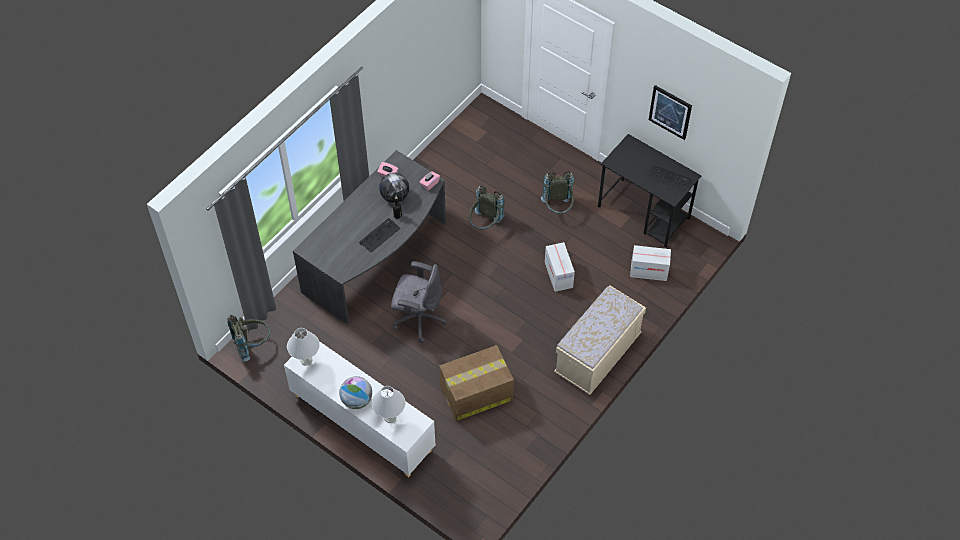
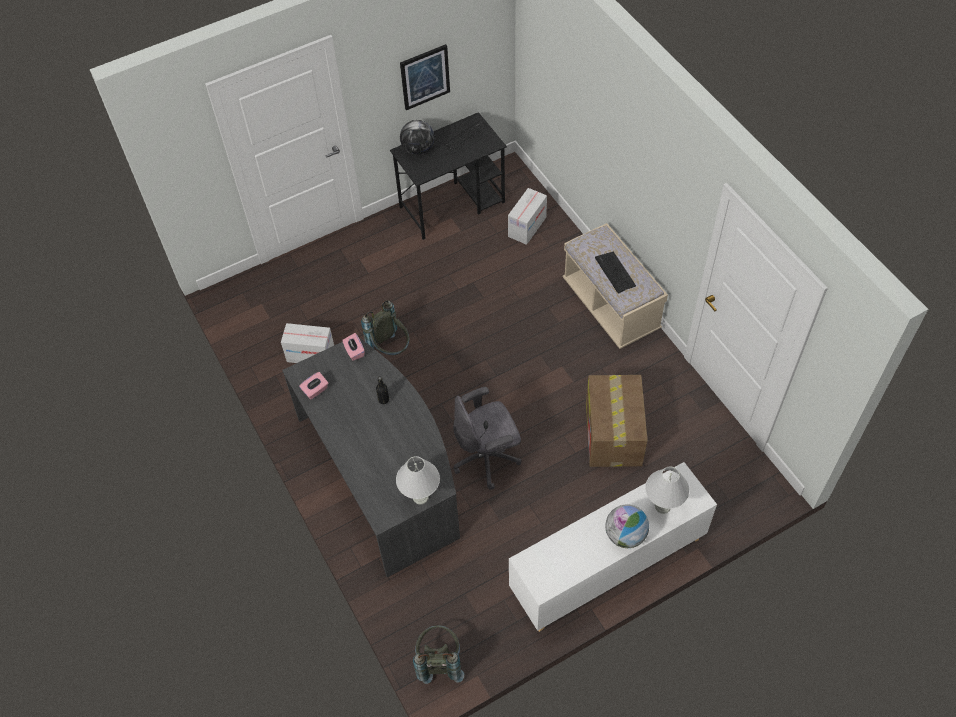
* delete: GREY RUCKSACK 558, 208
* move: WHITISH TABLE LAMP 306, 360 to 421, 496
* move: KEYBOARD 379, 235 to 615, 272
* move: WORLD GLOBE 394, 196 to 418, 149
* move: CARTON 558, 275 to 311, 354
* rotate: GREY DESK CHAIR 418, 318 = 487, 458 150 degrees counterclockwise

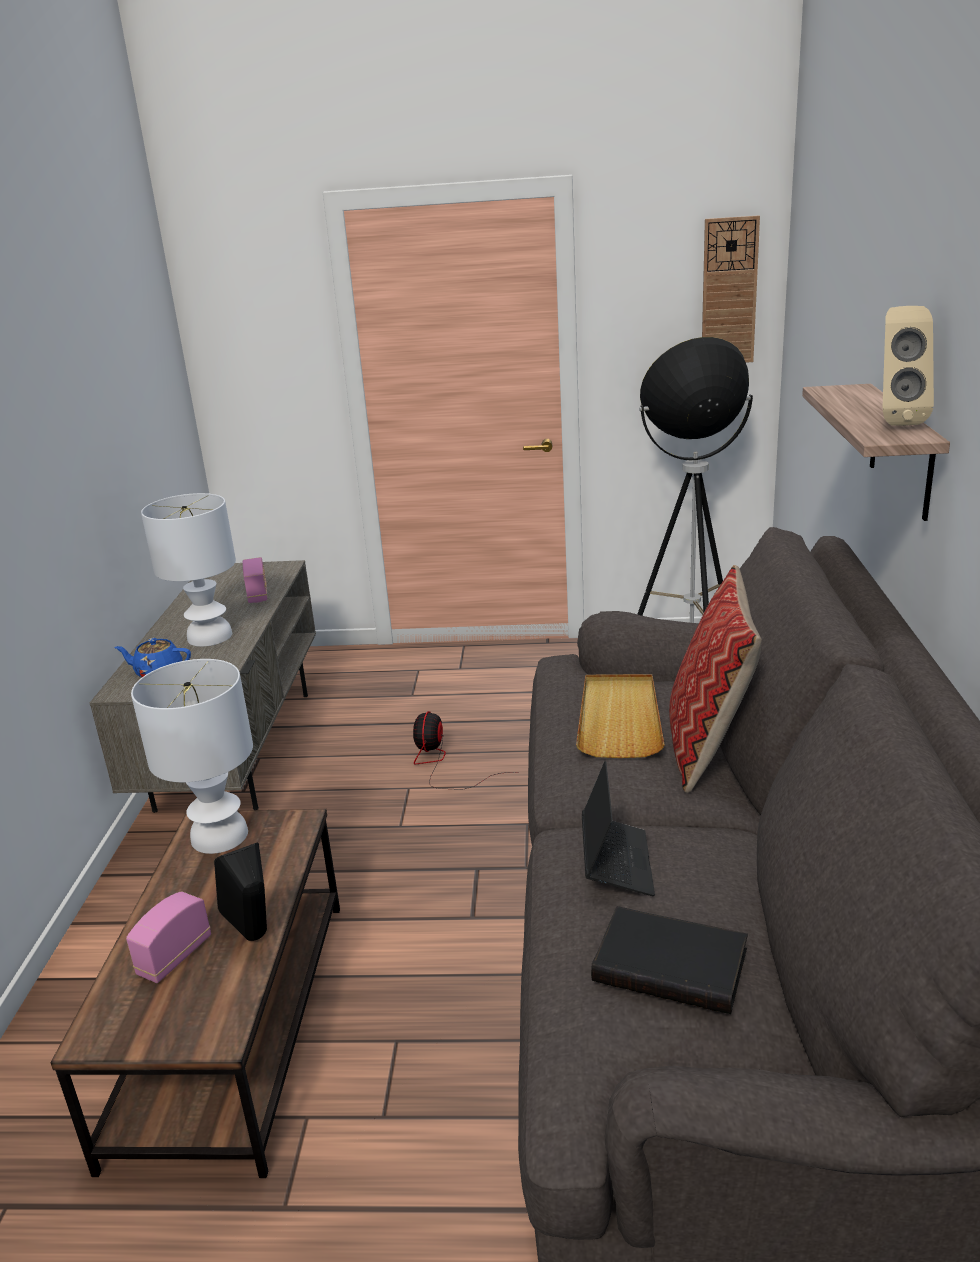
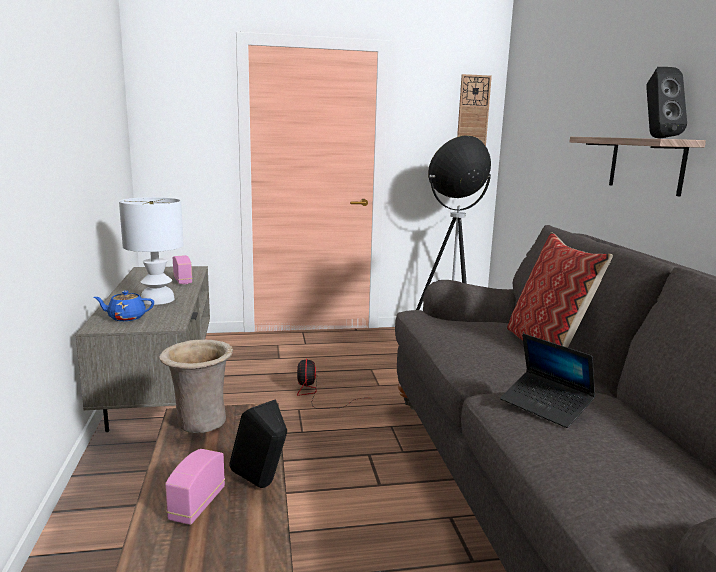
* delete: BEIGE SERVING TRAY 619, 718
* delete: BLACK-COLOURED VOLUME 672, 963
* replace: WHITISH TABLE LAMP 218, 836 to BEIGE FLOWER VASE 199, 422
* recolor: BEIGE AUDIO SPEAKER 896, 422 to BLACK-COLOURED AUDIO SPEAKER 657, 138
* rotate: LAPTOP 616, 863 = 545, 406 150 degrees clockwise

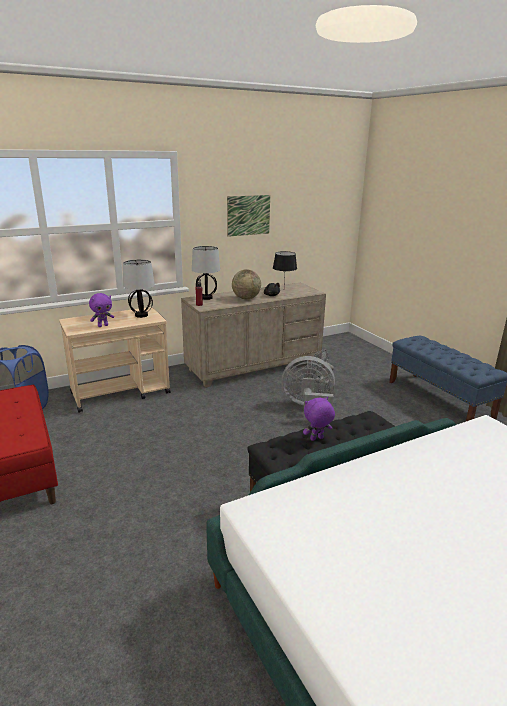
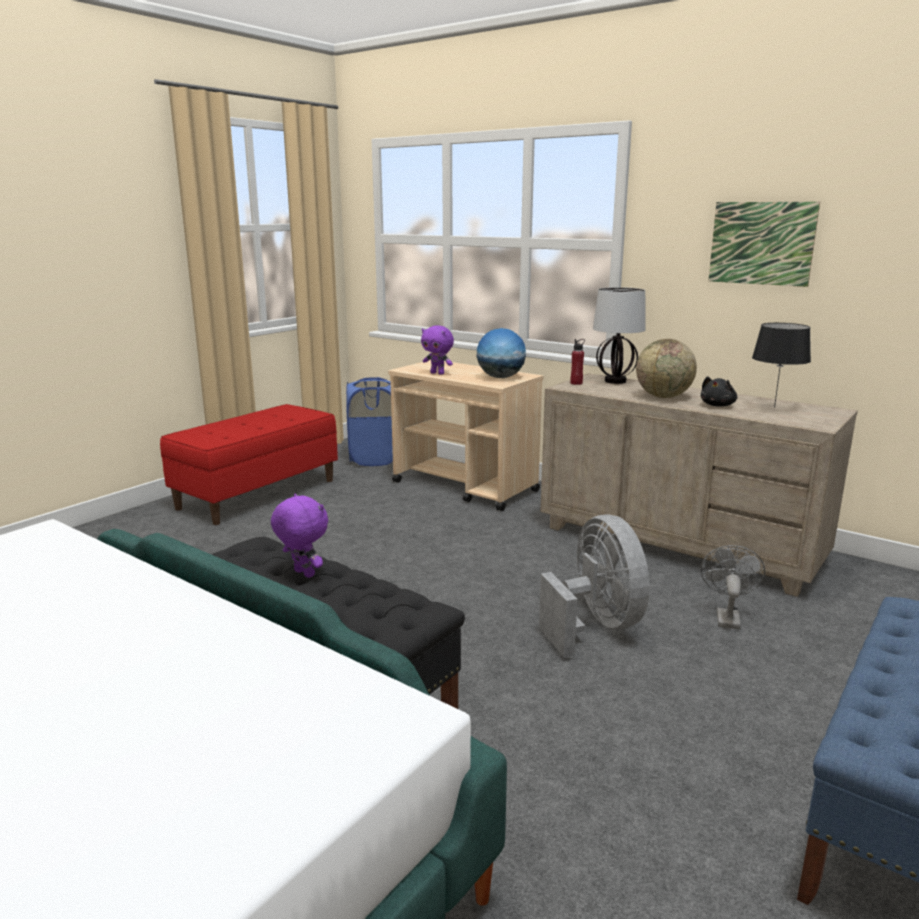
* replace: TABLE LAMP 141, 315 to WORLD GLOBE 500, 377

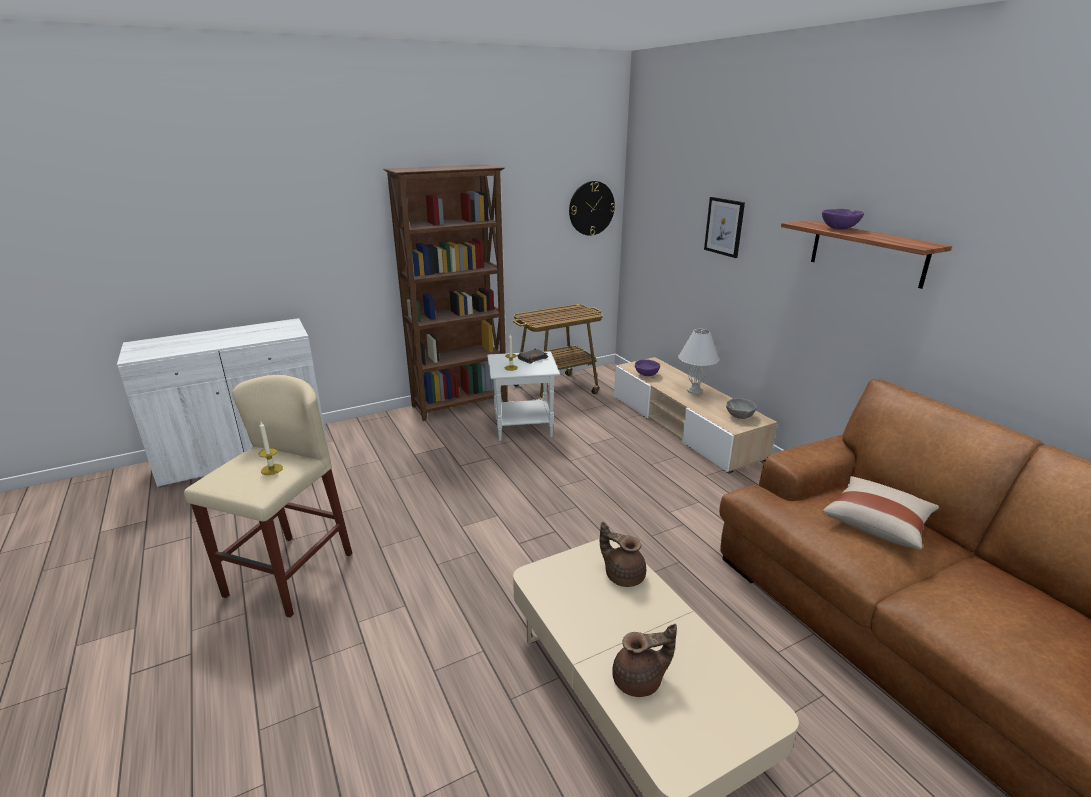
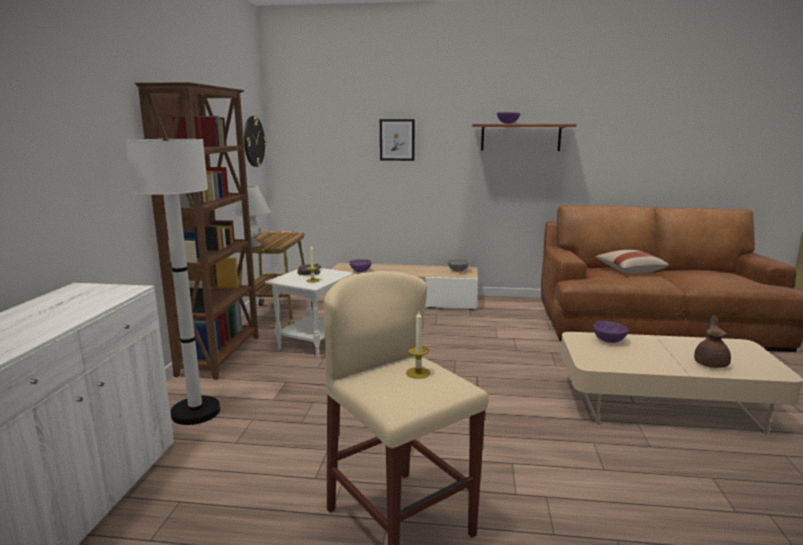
* insert: WHITISH FLOOR LAMP 196, 412
* move: WHITISH TABLE LAMP 695, 391 to 254, 245
* replace: BROWN-COLOURED TEAPOT 623, 575 to PURPLISH SERVING BOWL 608, 341

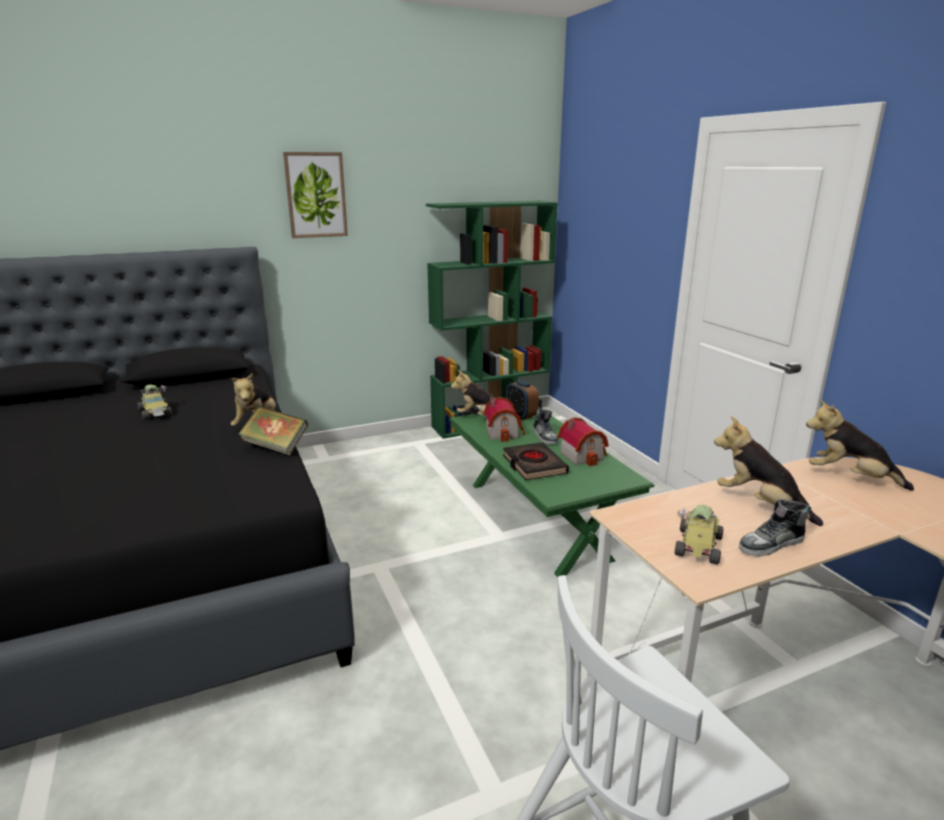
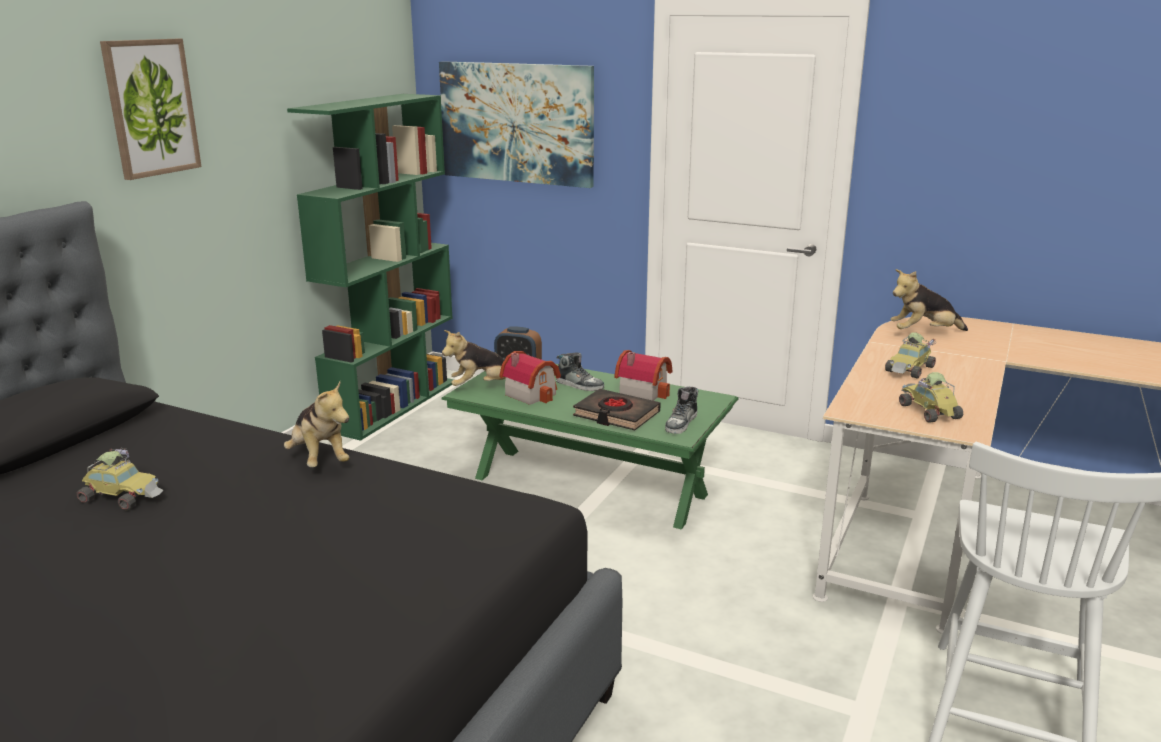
* delete: VOLUME 275, 447
* insert: WALL PICTURE 516, 123
* move: SHOE 771, 545 to 681, 423
* replace: PLUSH TOY 759, 504 to MODEL CAR 910, 370

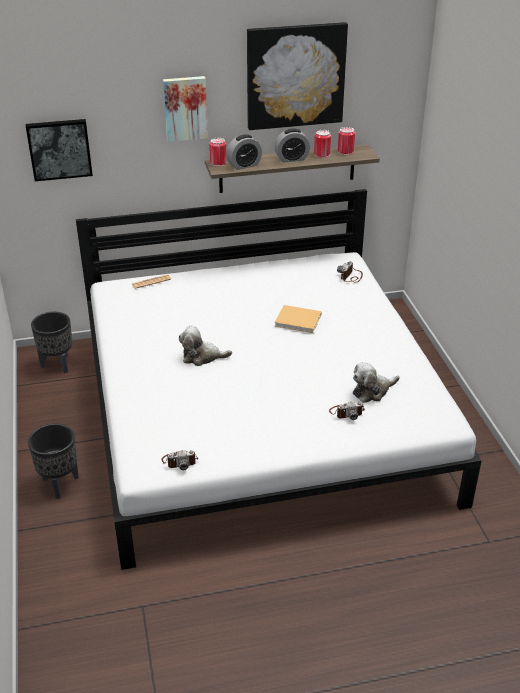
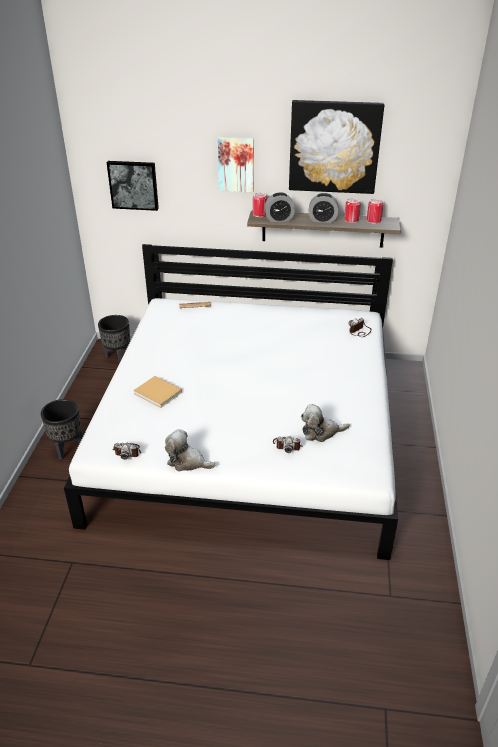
* move: PLUSH TOY 202, 357 to 187, 462
* move: BEIGE VOLUME 299, 321 to 158, 393

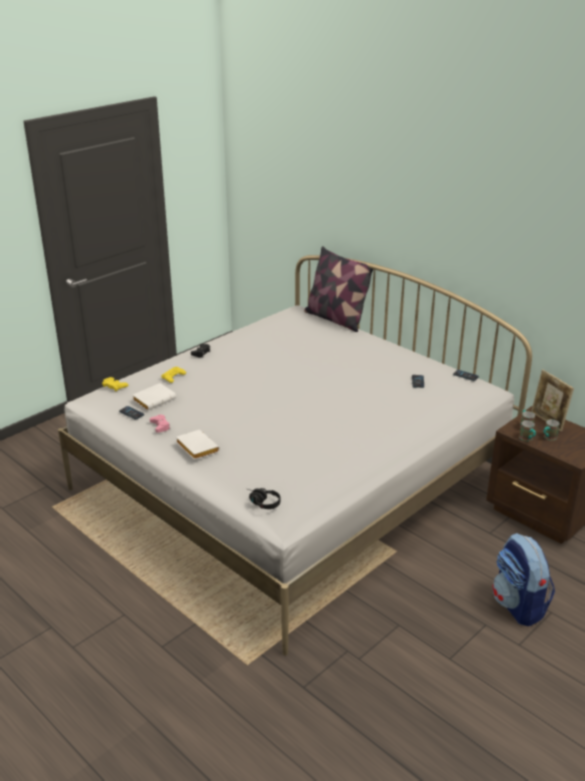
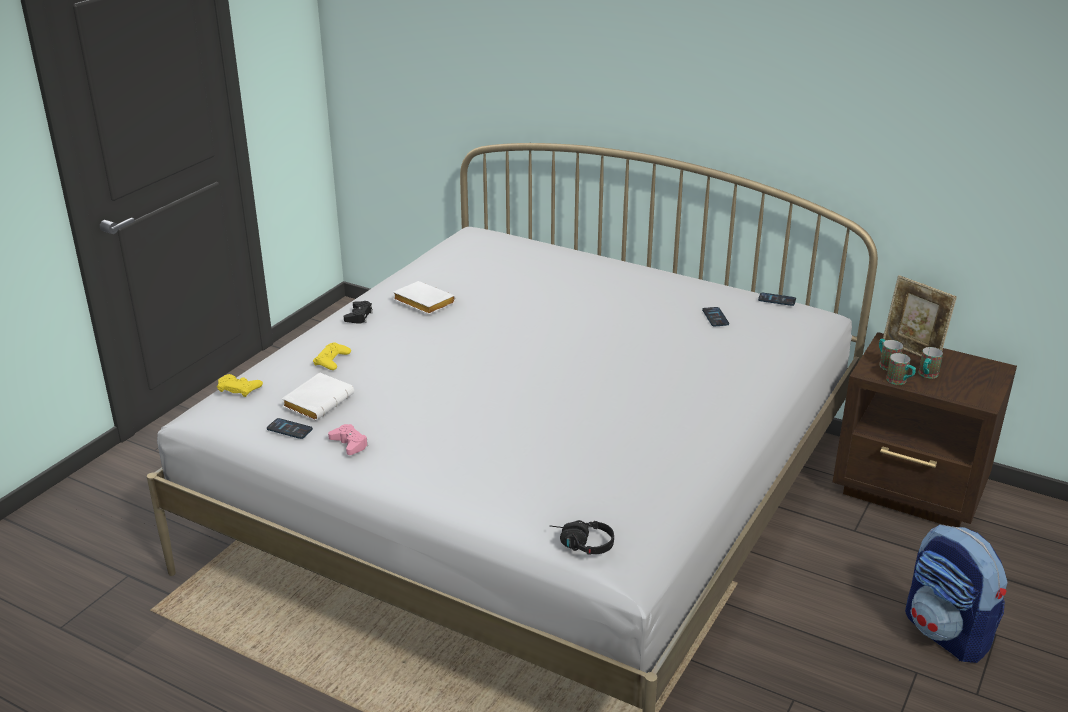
* delete: CUSHION 336, 319
* move: WHITISH VOLUME 195, 448 to 421, 303

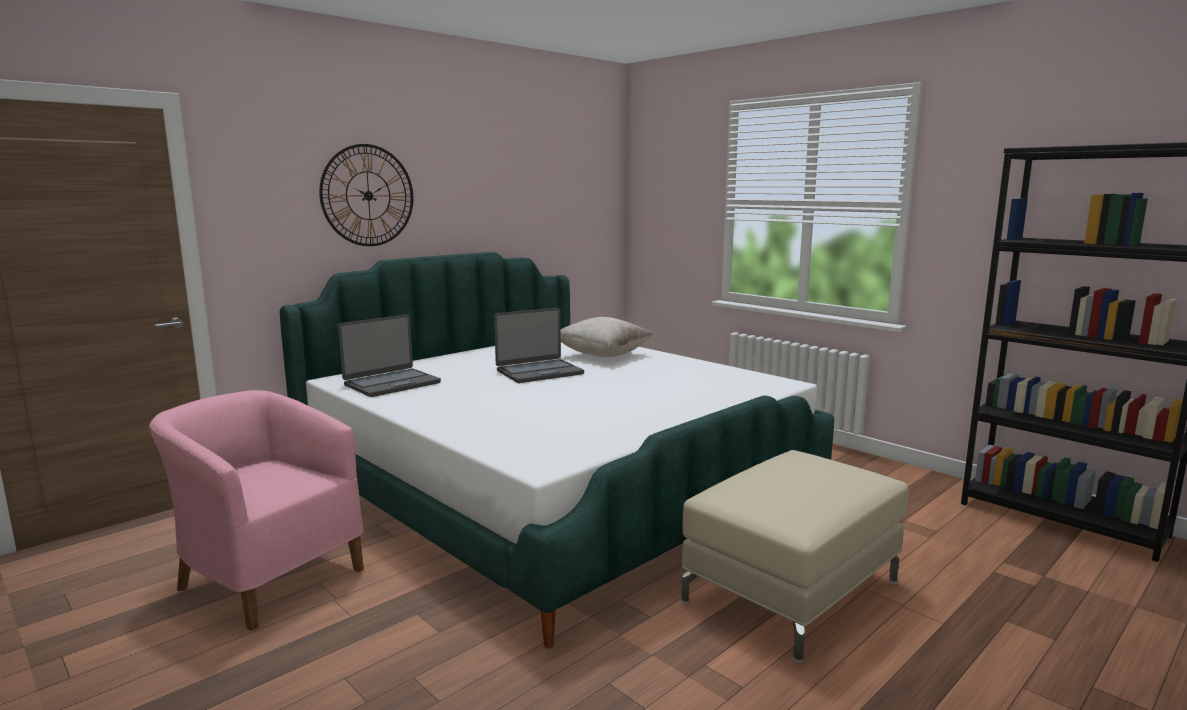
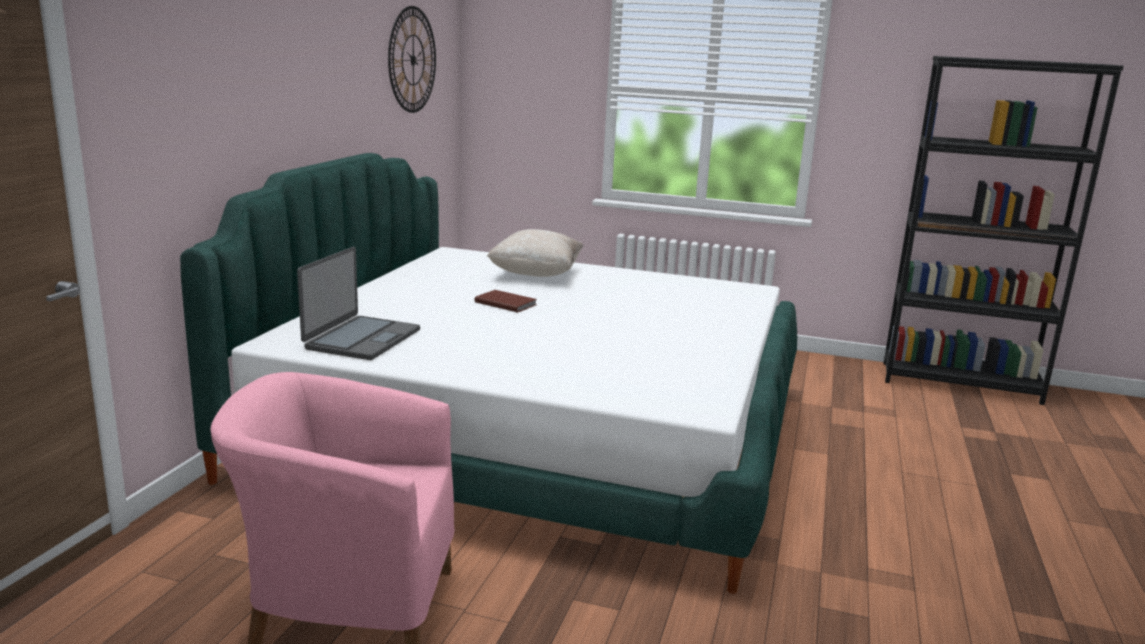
* delete: BEIGE FOOTREST 790, 590
* move: HANGING CLOCK 368, 195 to 412, 60
* replace: LAPTOP 539, 372 to BROWN-COLOURED VOLUME 505, 303

